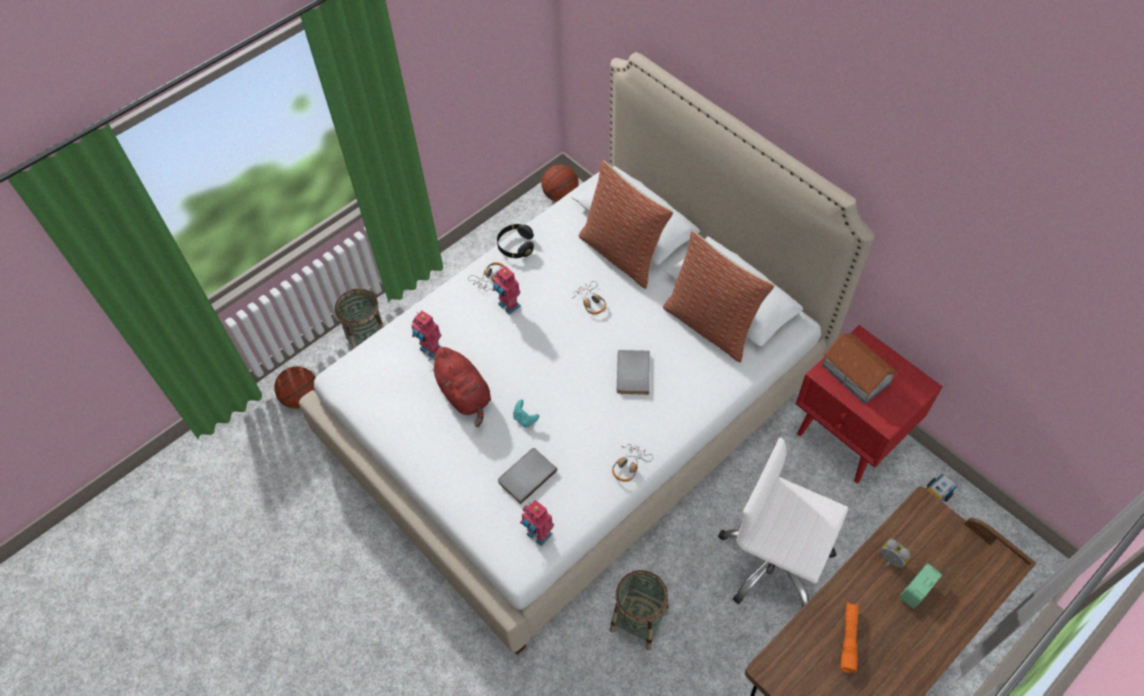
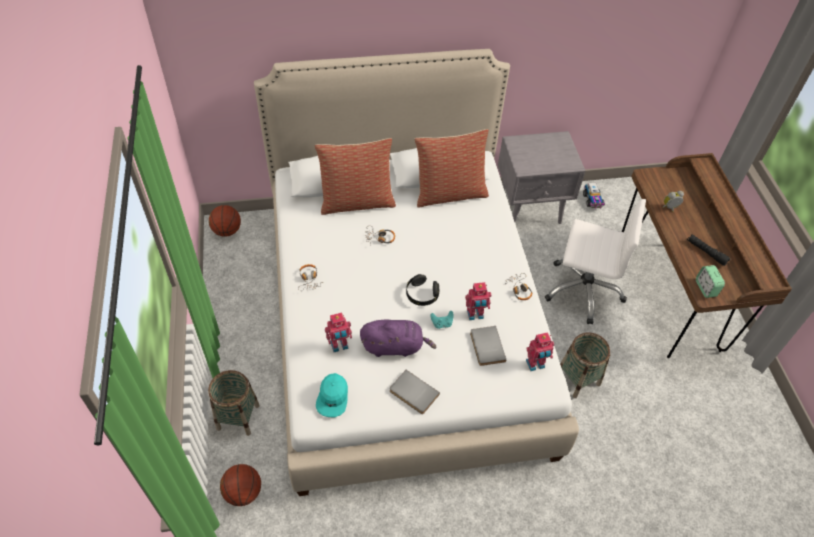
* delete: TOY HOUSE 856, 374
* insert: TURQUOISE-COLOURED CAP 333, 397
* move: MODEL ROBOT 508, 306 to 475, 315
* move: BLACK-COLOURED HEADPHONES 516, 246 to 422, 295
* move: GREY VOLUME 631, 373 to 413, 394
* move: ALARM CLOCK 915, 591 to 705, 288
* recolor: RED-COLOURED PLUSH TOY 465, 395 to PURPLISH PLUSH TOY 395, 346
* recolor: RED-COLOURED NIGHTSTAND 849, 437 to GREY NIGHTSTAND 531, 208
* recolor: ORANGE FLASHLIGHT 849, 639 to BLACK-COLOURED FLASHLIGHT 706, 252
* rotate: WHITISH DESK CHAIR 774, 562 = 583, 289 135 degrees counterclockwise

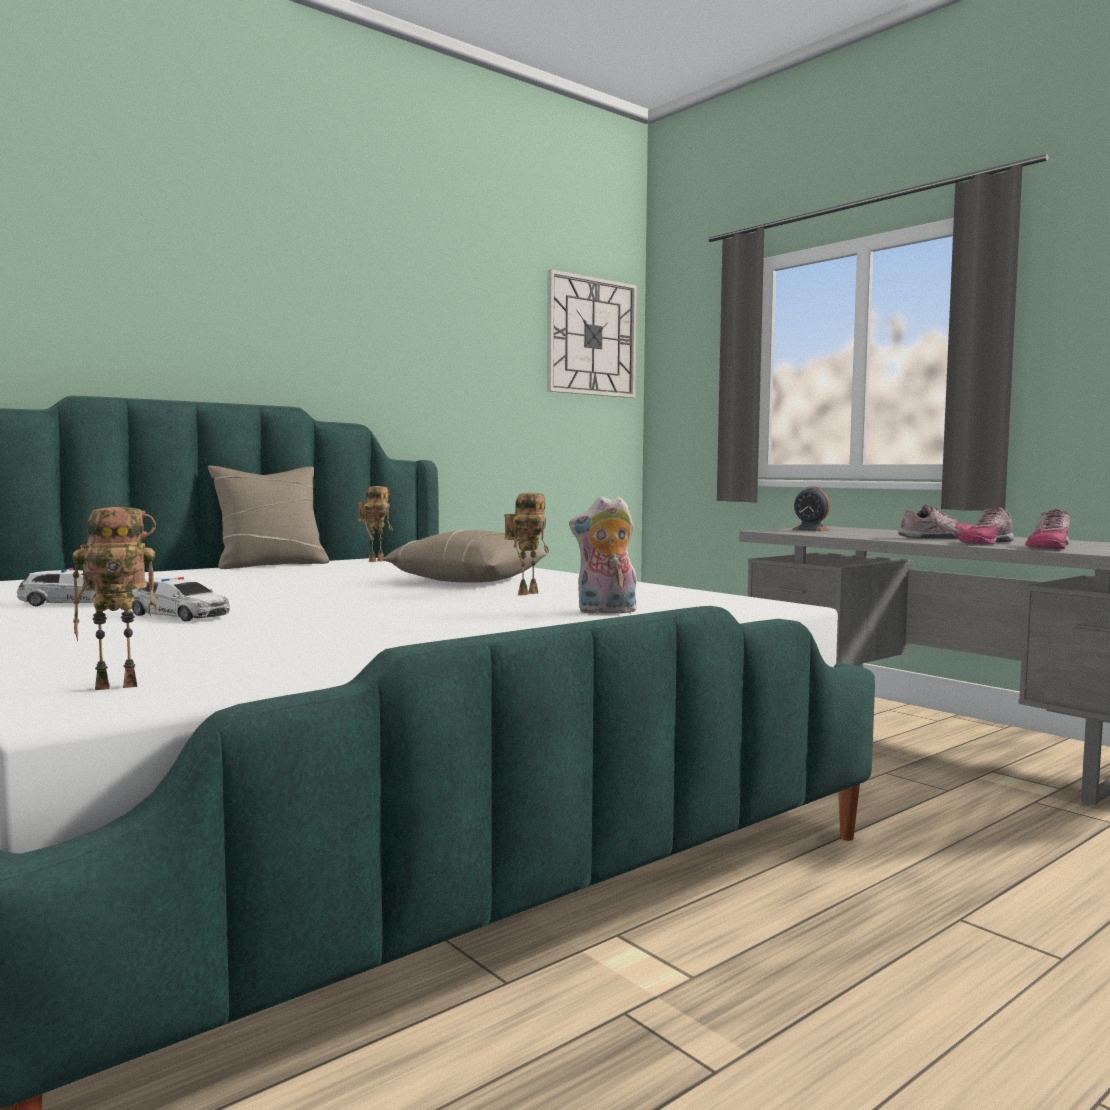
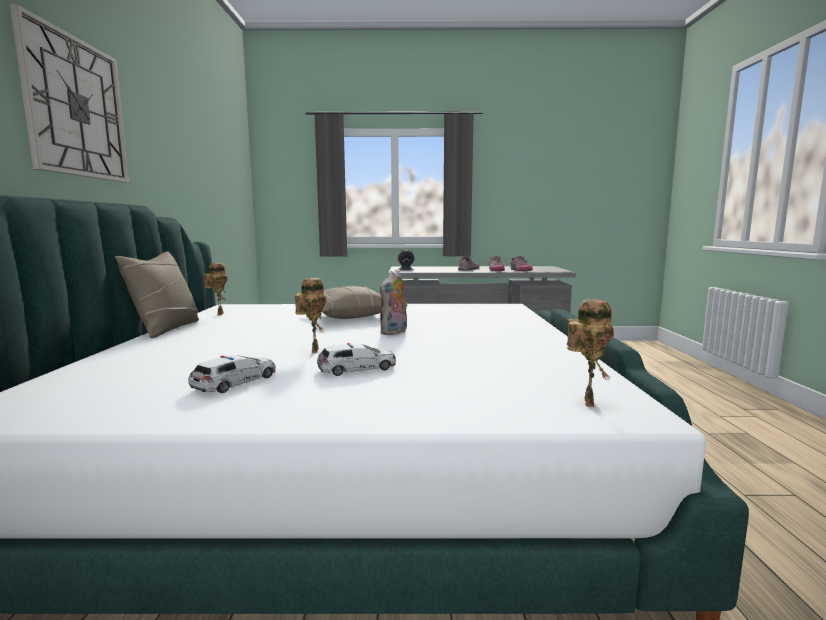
* move: MODEL ROBOT 527, 593 to 313, 350
* move: HANGING CLOCK 591, 336 to 76, 107
* move: PLUSH TOY 606, 612 to 394, 332

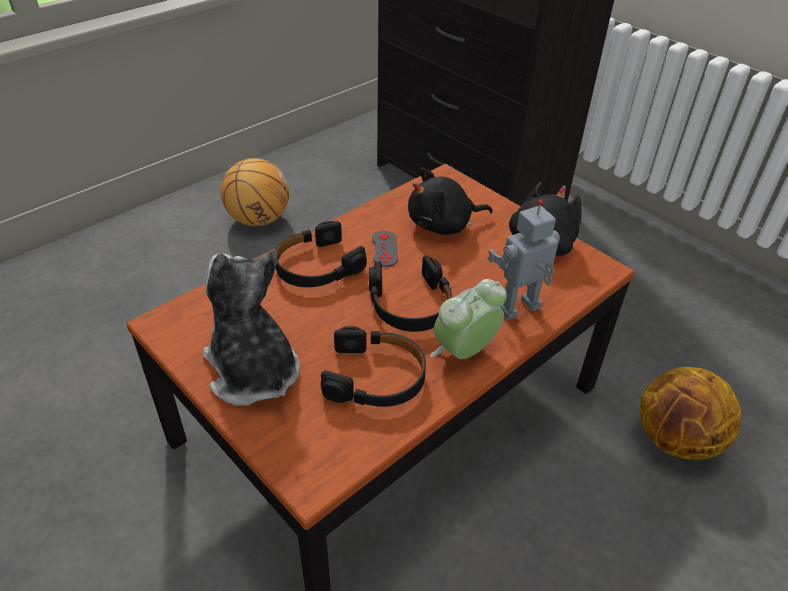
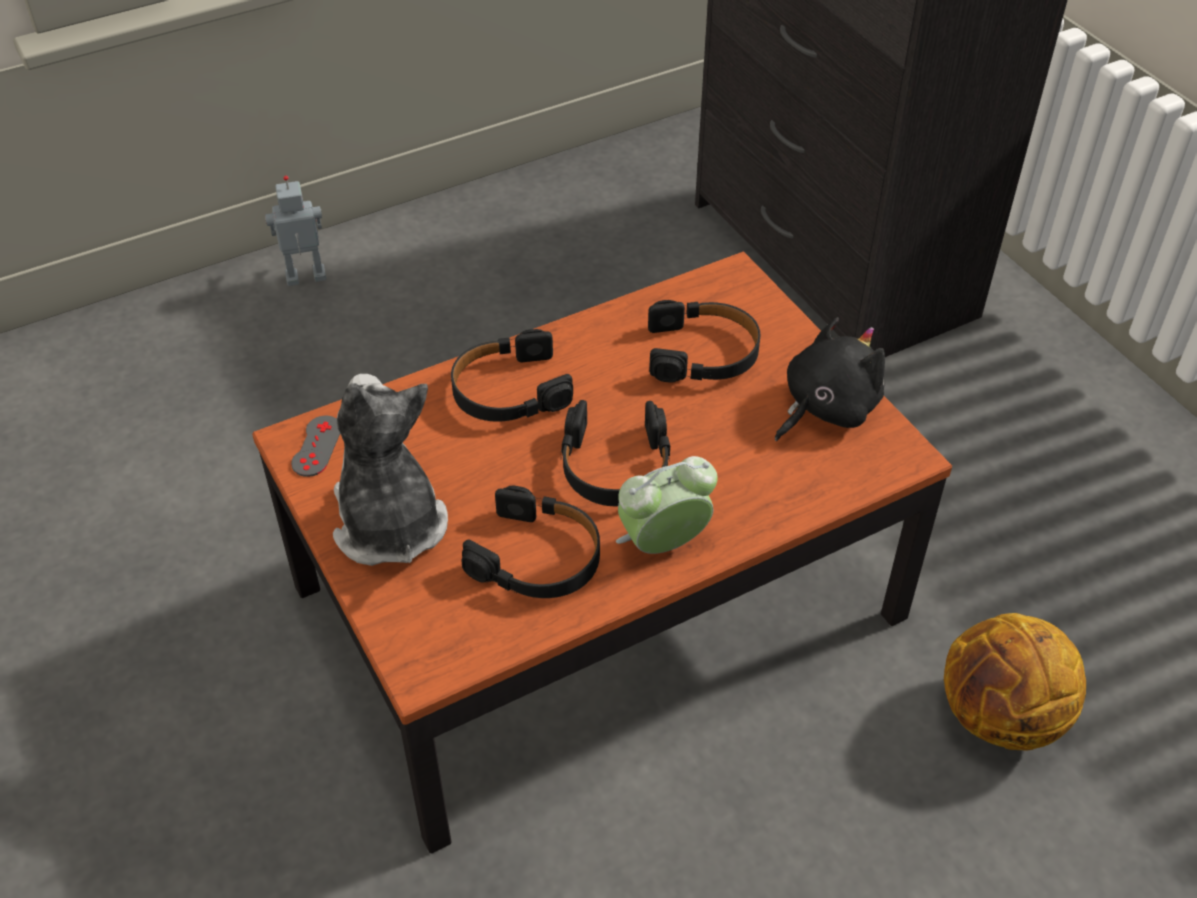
* delete: BALL FOR BASKETBALL 258, 219
* move: GREY GAMEPAD 384, 248 to 317, 446
* move: MODEL ROBOT 520, 310 to 306, 279
* replace: BLACK-COLOURED PLUSH TOY 443, 225 to BLACK-COLOURED HEADPHONES 703, 353

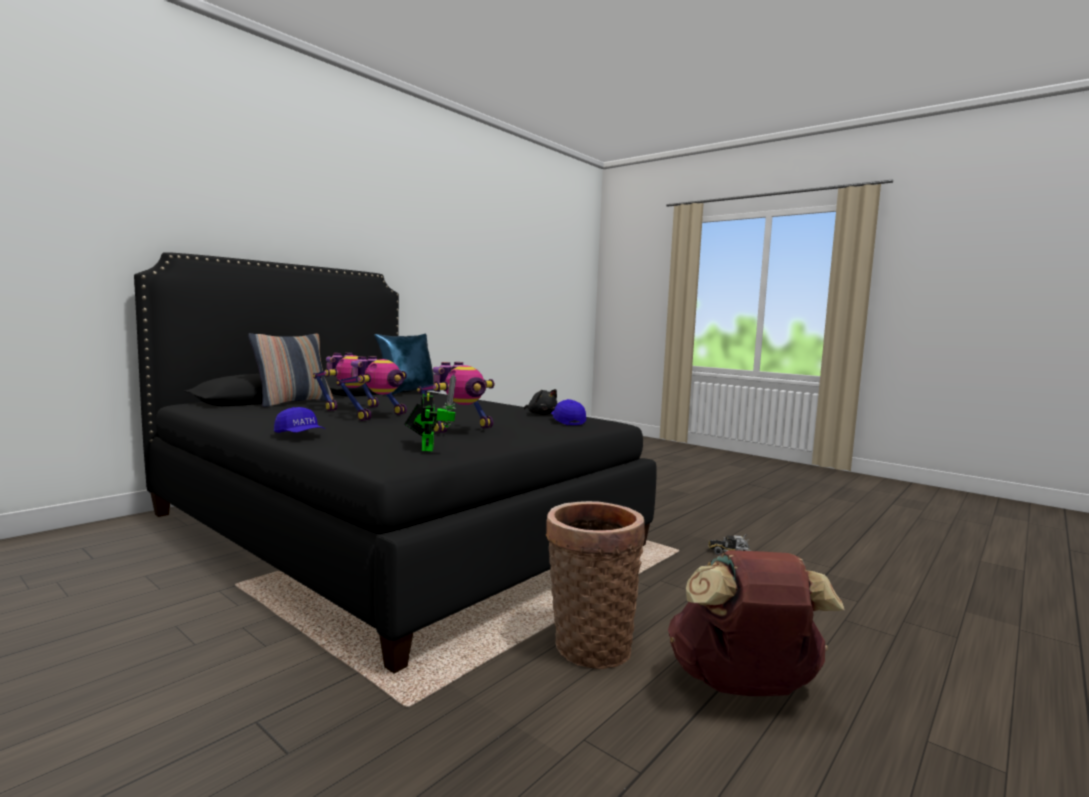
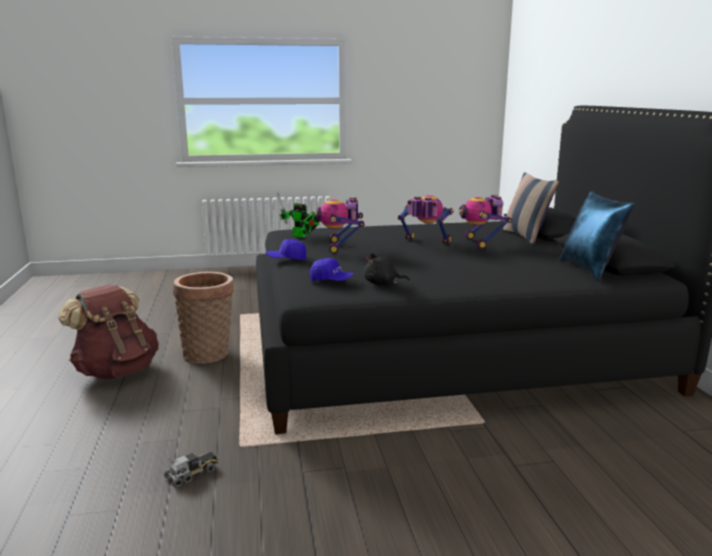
* move: BLUE-COLOURED CAP 300, 435 to 286, 259
* rotate: MODEL ROBOT 377, 416 = 425, 242 135 degrees clockwise

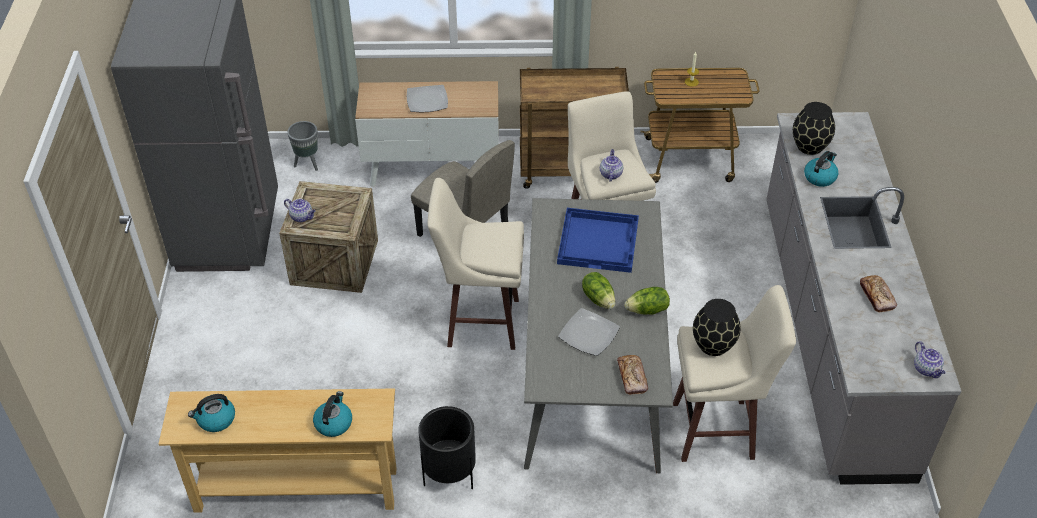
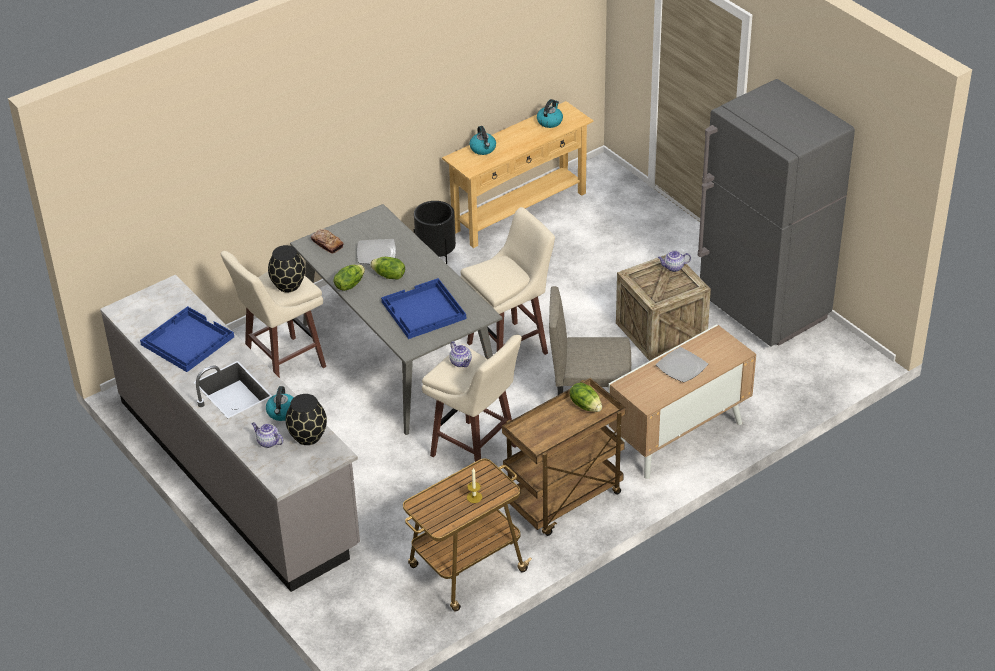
* delete: GREY PLANTER 307, 164
* insert: HEAD OF LETTUCE 586, 405
* move: TEAPOT 927, 369 to 268, 442
* replace: BAKERY BREAD 877, 297 to BLUE-COLOURED SERVING TRAY 186, 341

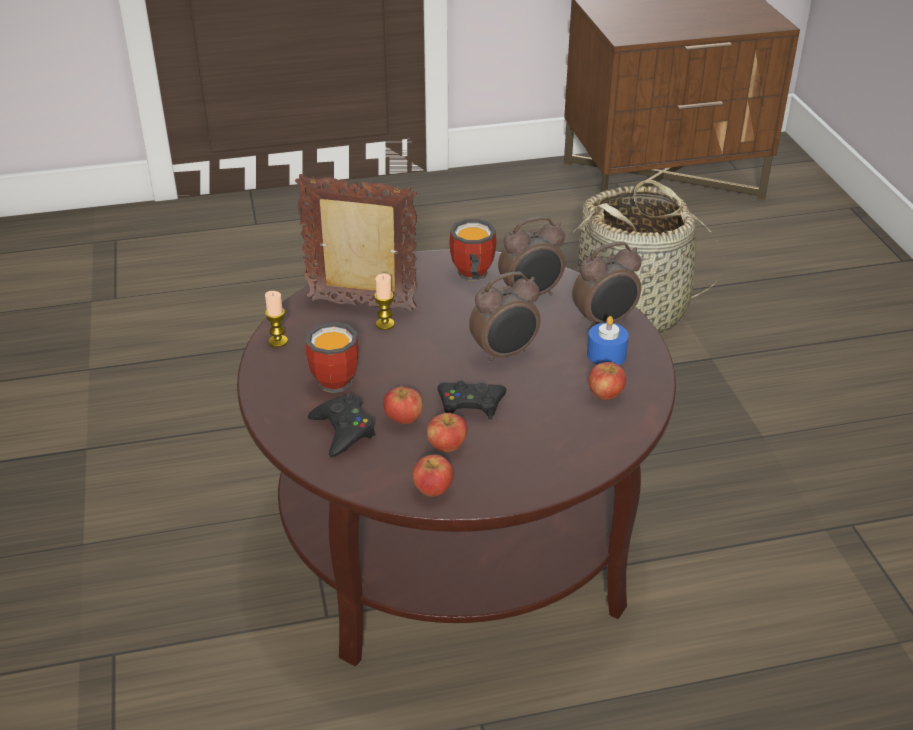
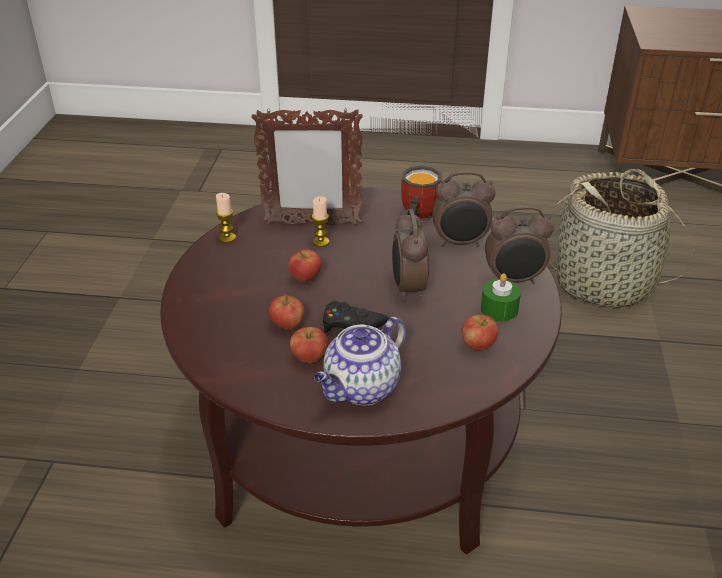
* delete: TEA MUG 340, 378
* delete: BLACK-COLOURED GAMEPAD 343, 430
* insert: TEAPOT 361, 389
* move: APPLE FRUIT 433, 490 to 305, 278
* recolor: BLUE-COLOURED WAX CANDLE 606, 355 to GREEN-COLOURED WAX CANDLE 499, 309
* rotate: PHOTO FRAME 362, 306 = 311, 223 150 degrees clockwise
* rotate: ALARM CLOCK 505, 354 = 407, 289 90 degrees clockwise

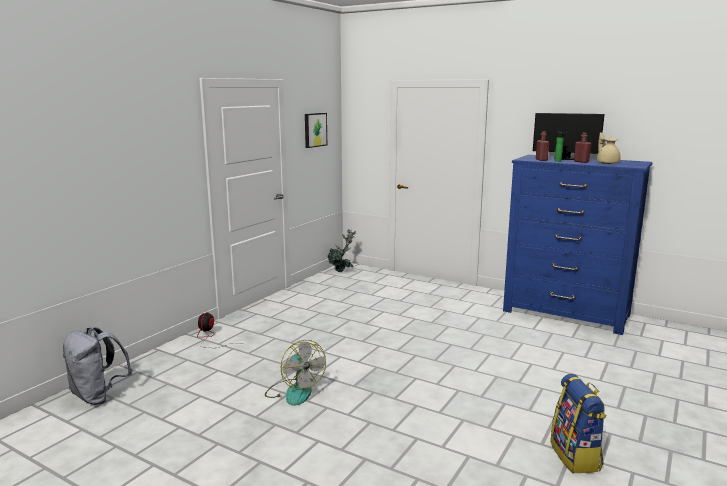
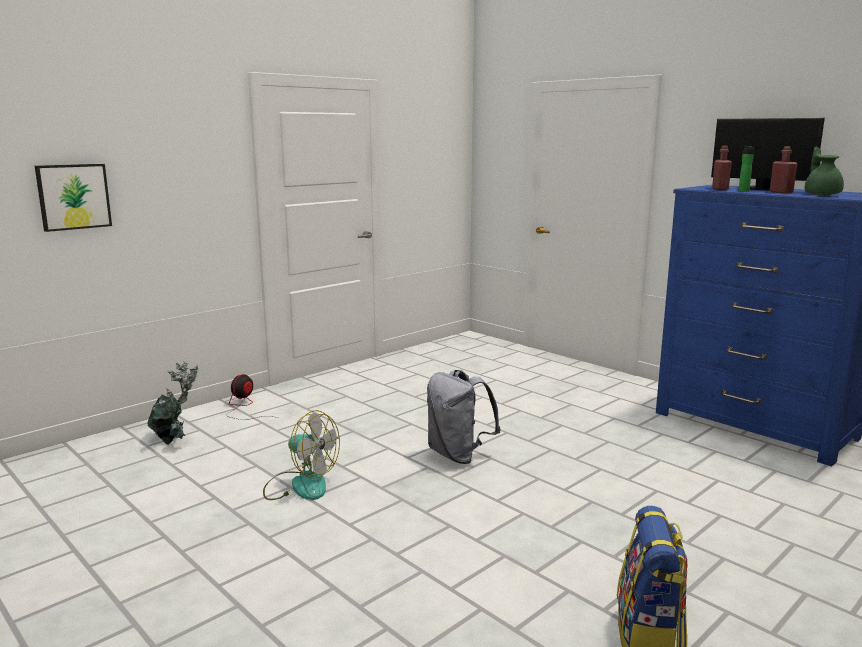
* move: GREY RUCKSACK 98, 396 to 458, 455
* move: WALL PICTURE 314, 130 to 73, 196
* move: PLANT IN A POT 342, 270 to 176, 441
* recolor: BEIGE TEAPOT 607, 163 to GREEN-COLOURED TEAPOT 821, 194
* rotate: ELECTRIC FAN 294, 391 = 300, 485 45 degrees counterclockwise

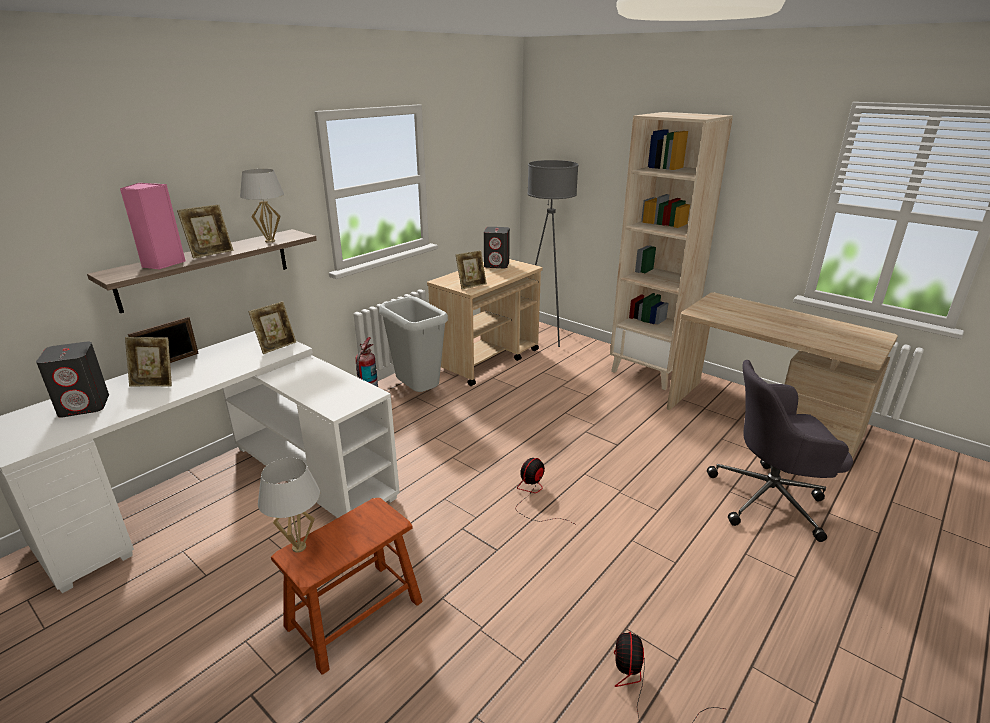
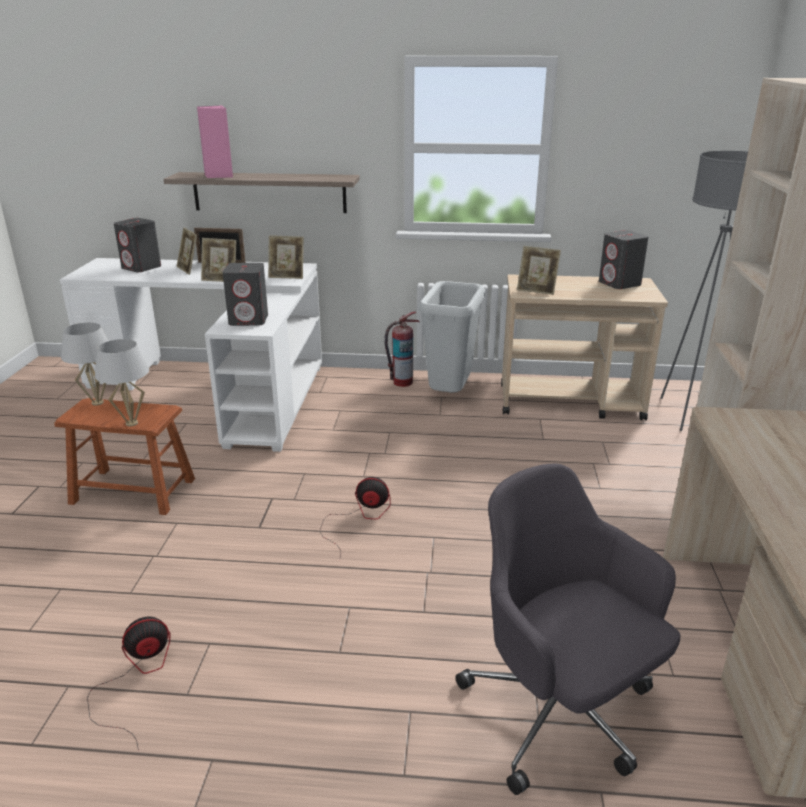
* insert: GREY AUDIO SPEAKER 249, 320
* move: PHOTO FRAME 211, 253 to 221, 279
* move: WHITISH TABLE LAMP 270, 241 to 131, 423

